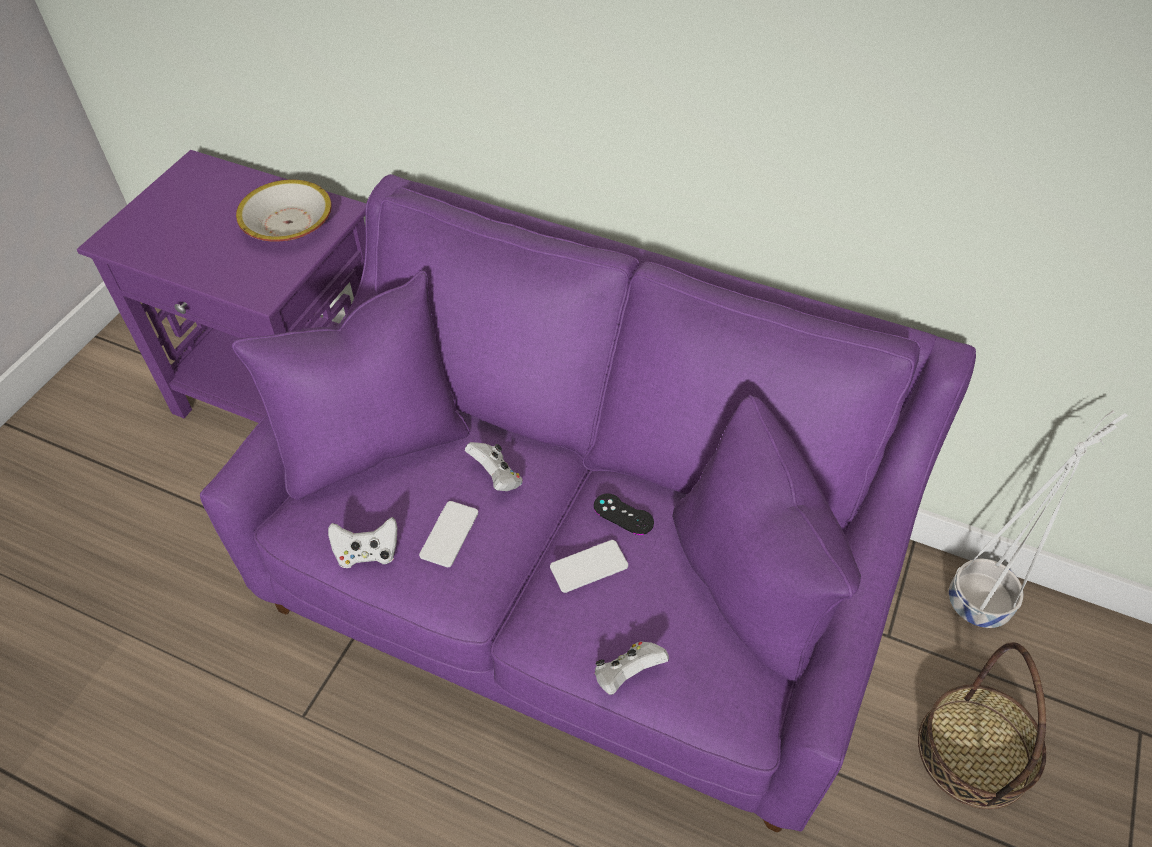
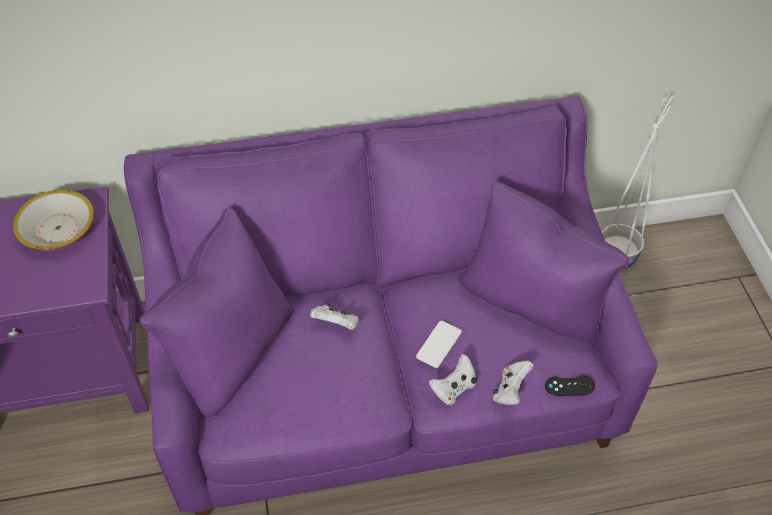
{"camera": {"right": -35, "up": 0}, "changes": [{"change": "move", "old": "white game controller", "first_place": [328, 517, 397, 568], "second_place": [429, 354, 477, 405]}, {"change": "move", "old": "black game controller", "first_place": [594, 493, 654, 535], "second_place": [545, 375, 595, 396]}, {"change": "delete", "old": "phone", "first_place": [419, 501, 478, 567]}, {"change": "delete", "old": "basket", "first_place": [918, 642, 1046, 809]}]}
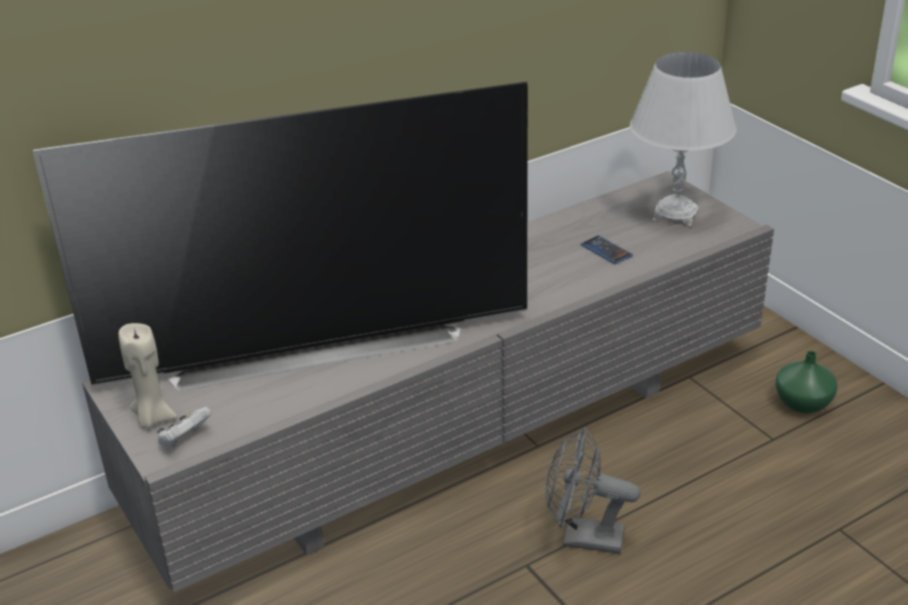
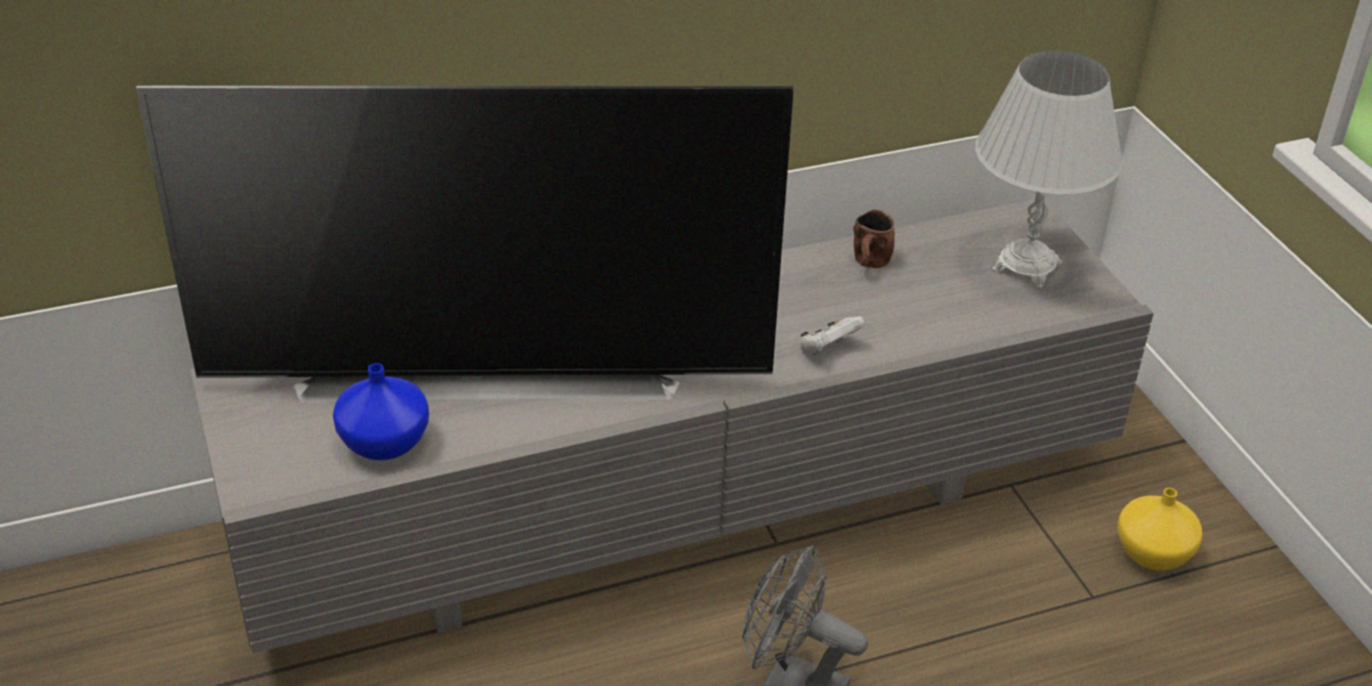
{"camera": {"right": 10, "up": 5}, "changes": [{"change": "insert", "new": "blue vase", "second_place": [333, 363, 429, 460]}, {"change": "move", "old": "white game controller", "first_place": [157, 407, 212, 447], "second_place": [800, 316, 865, 356]}, {"change": "insert", "new": "brown mug", "second_place": [853, 209, 895, 268]}, {"change": "recolor", "old": "green vase", "new": "yellow vase", "first_place": [775, 351, 838, 413], "second_place": [1117, 488, 1203, 570]}, {"change": "delete", "old": "beige candle", "first_place": [119, 323, 177, 429]}, {"change": "delete", "old": "phone", "first_place": [581, 235, 633, 264]}]}
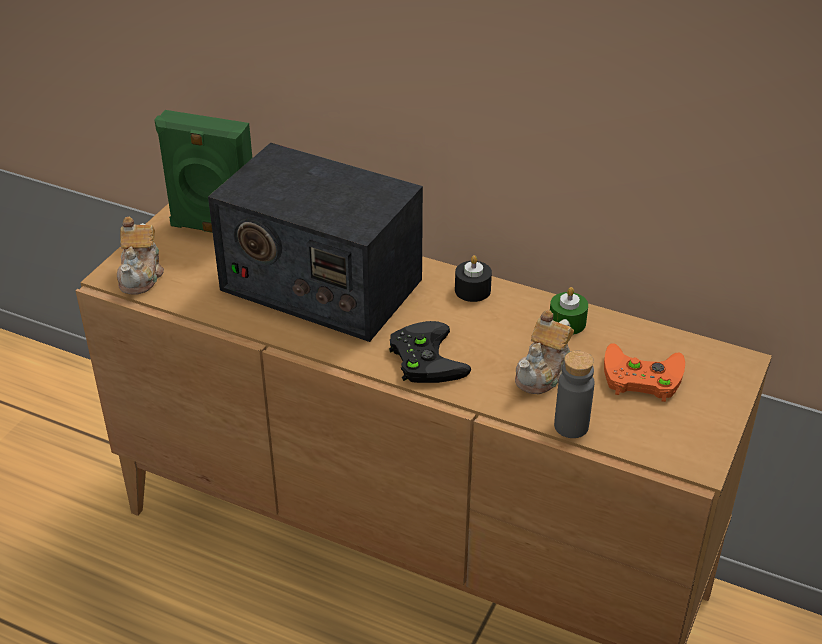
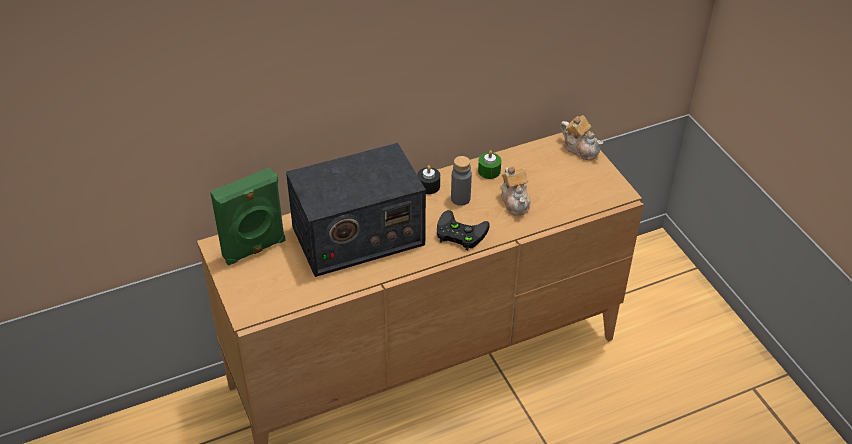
{"camera": {"right": -50, "up": 5}, "changes": [{"change": "move", "old": "grey bottle", "first_place": [554, 351, 595, 438], "second_place": [451, 156, 472, 206]}, {"change": "move", "old": "teapot", "first_place": [117, 217, 164, 295], "second_place": [560, 116, 603, 160]}, {"change": "delete", "old": "orange game controller", "first_place": [604, 343, 685, 402]}]}
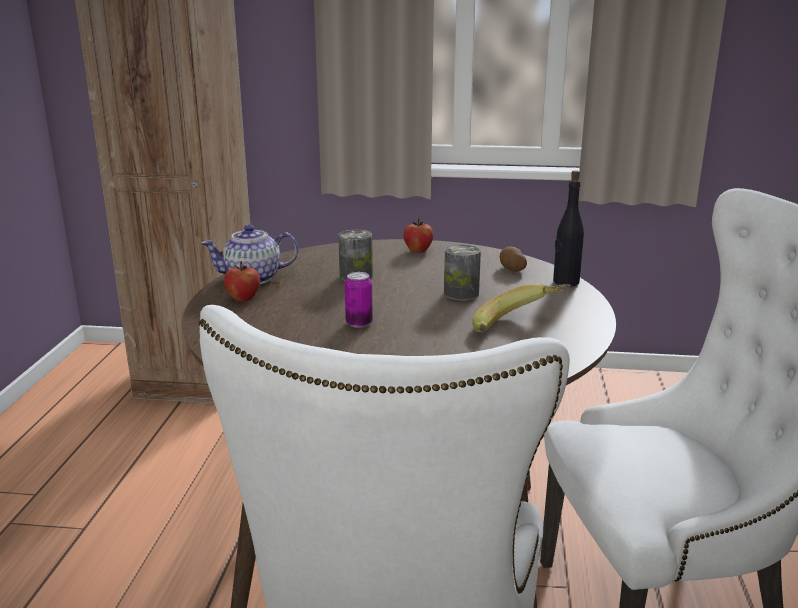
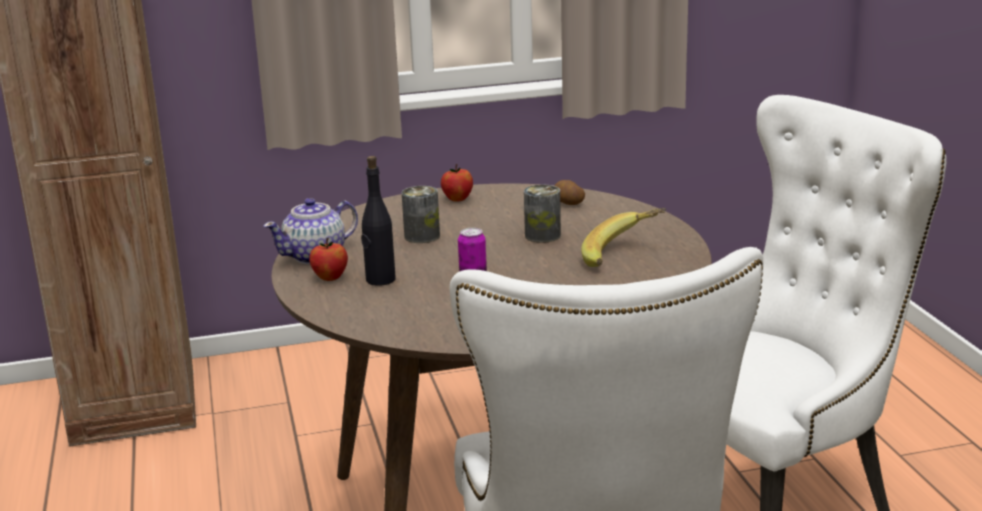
{"camera": {"right": -20, "up": 0}, "changes": [{"change": "move", "old": "black bottle", "first_place": [553, 170, 584, 286], "second_place": [361, 156, 396, 286]}]}
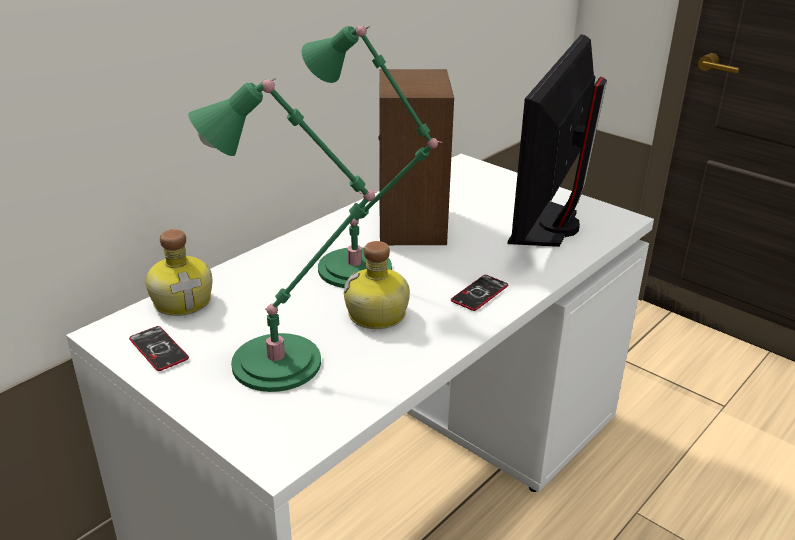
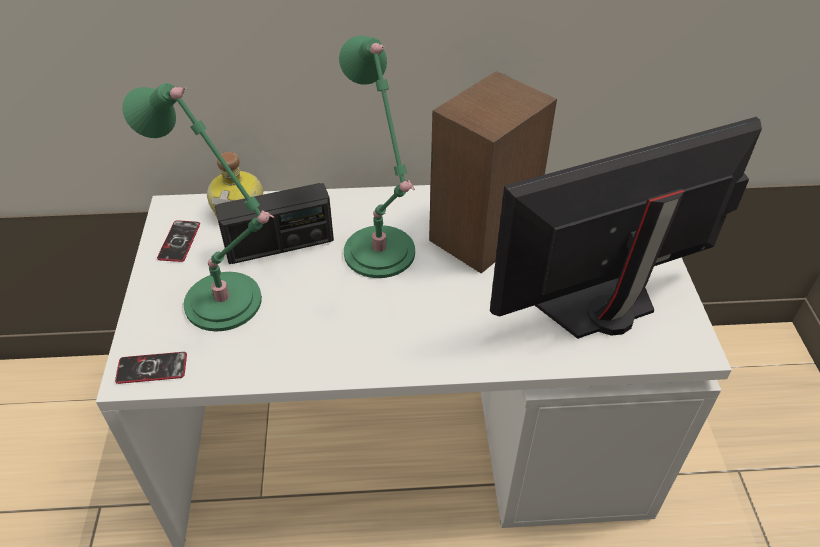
{"camera": {"right": 45, "up": 15}, "changes": [{"change": "move", "old": "phone", "first_place": [451, 275, 508, 311], "second_place": [115, 352, 187, 384]}, {"change": "insert", "new": "radio", "second_place": [215, 183, 334, 264]}, {"change": "delete", "old": "bottle", "first_place": [344, 241, 410, 329]}]}
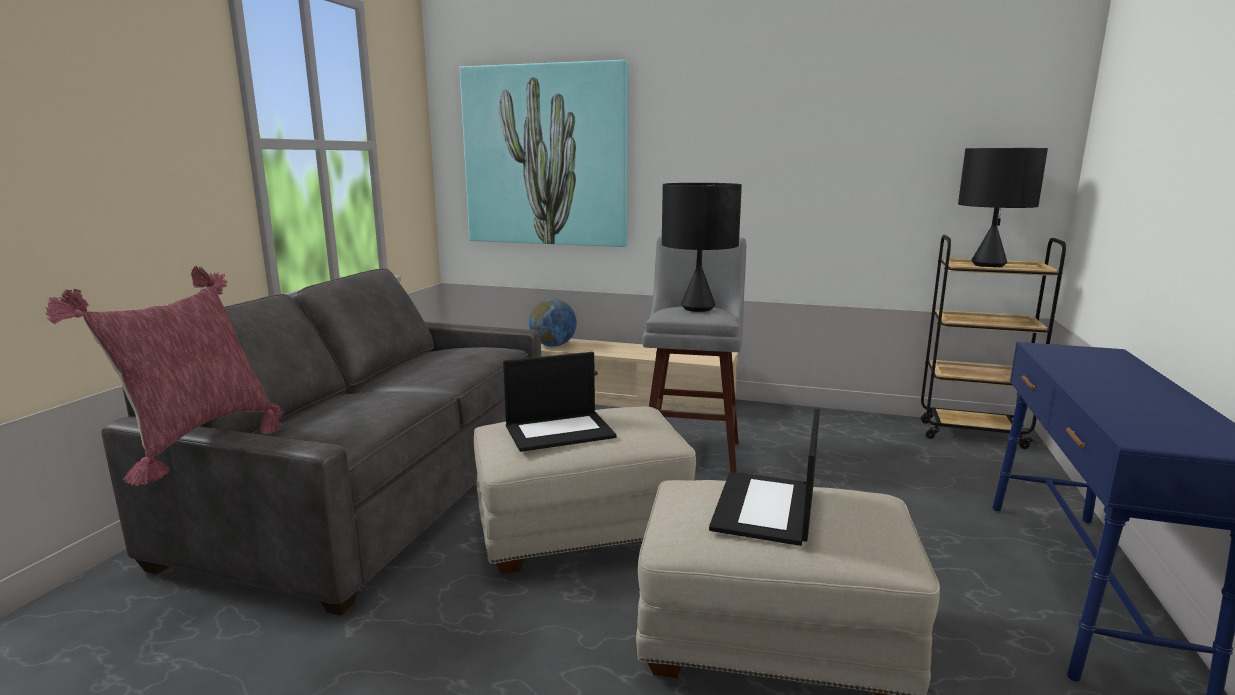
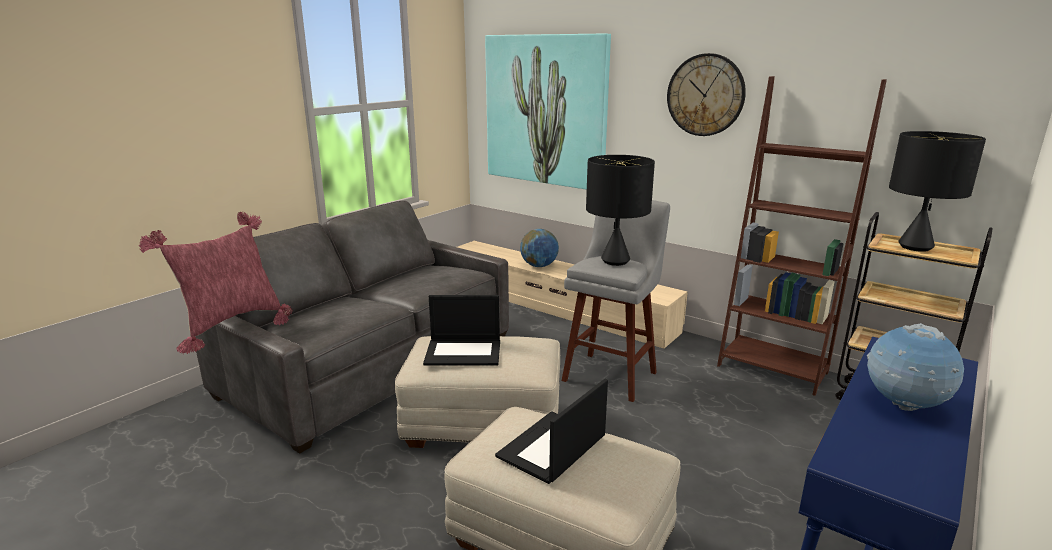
{"camera": {"right": 20, "up": 5}, "changes": [{"change": "insert", "new": "wall clock", "second_place": [667, 53, 746, 136]}, {"change": "insert", "new": "brown bookcase", "second_place": [717, 76, 887, 396]}, {"change": "insert", "new": "globe", "second_place": [867, 323, 964, 411]}]}
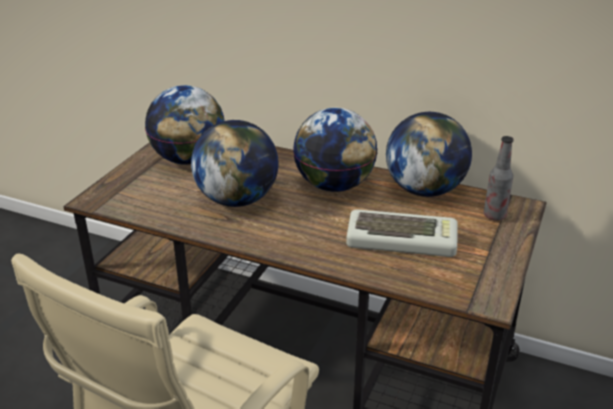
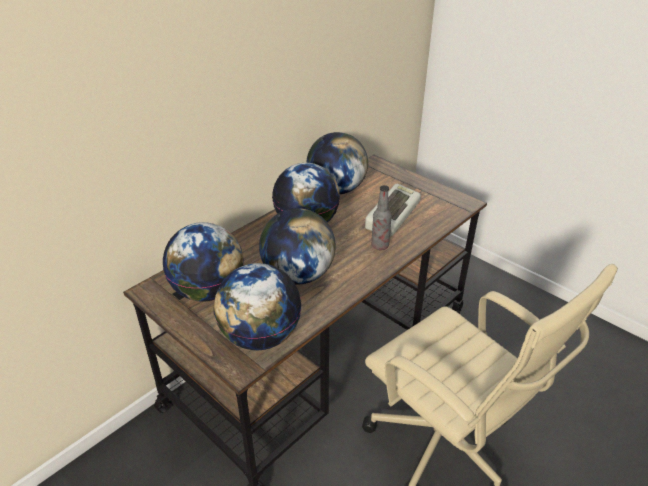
{"camera": {"right": -70, "up": 5}, "changes": [{"change": "insert", "new": "globe", "second_place": [214, 263, 302, 350]}, {"change": "move", "old": "bottle", "first_place": [484, 136, 514, 221], "second_place": [371, 185, 392, 250]}]}
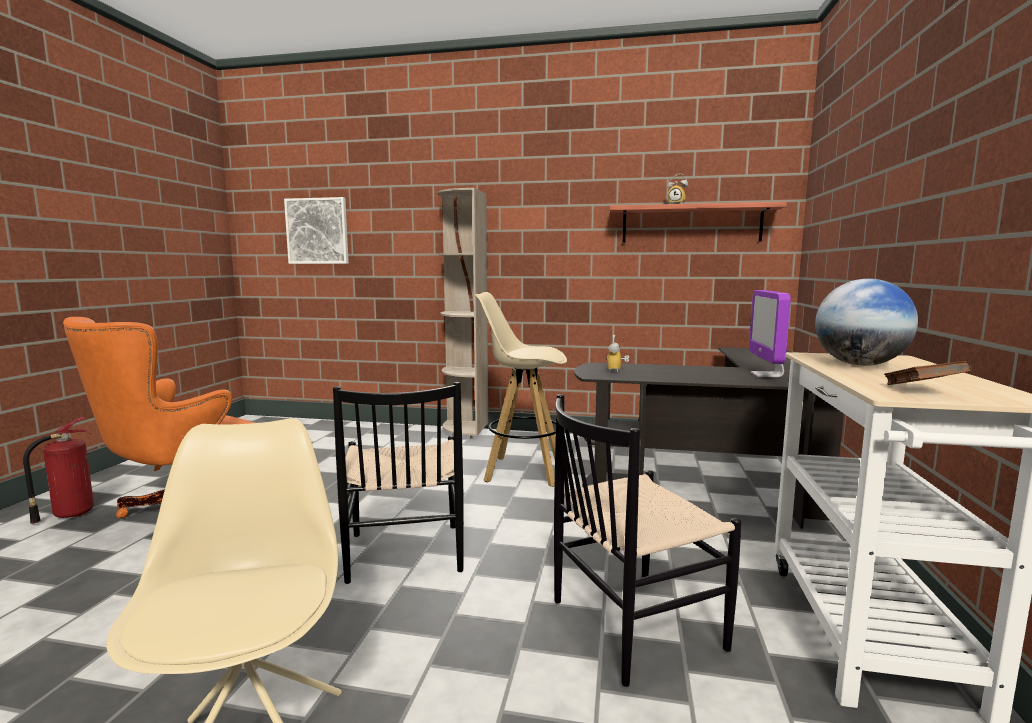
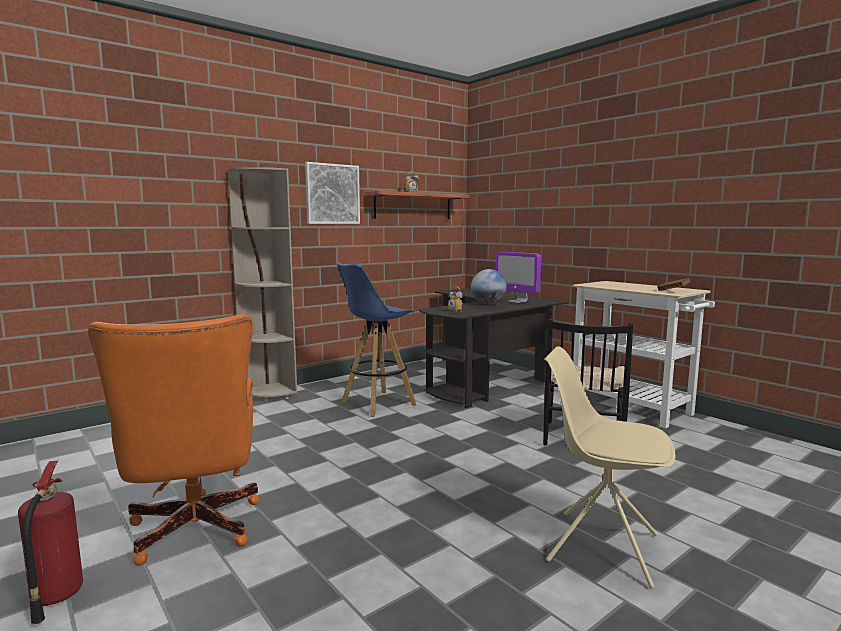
{"camera": {"right": -50, "up": 0}, "changes": [{"change": "move", "old": "picture", "first_place": [284, 197, 349, 264], "second_place": [305, 162, 360, 224]}, {"change": "recolor", "old": "beige stool", "new": "blue stool", "first_place": [475, 292, 567, 487], "second_place": [336, 262, 416, 417]}, {"change": "move", "old": "globe", "first_place": [815, 279, 918, 366], "second_place": [471, 269, 507, 305]}, {"change": "delete", "old": "black chair", "first_place": [333, 382, 464, 584]}]}
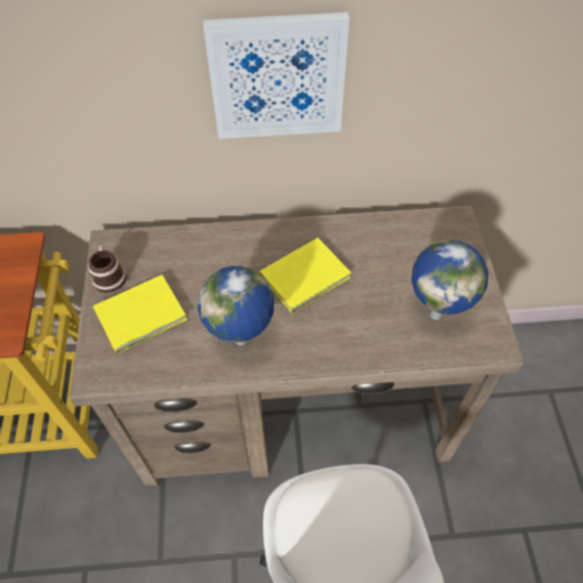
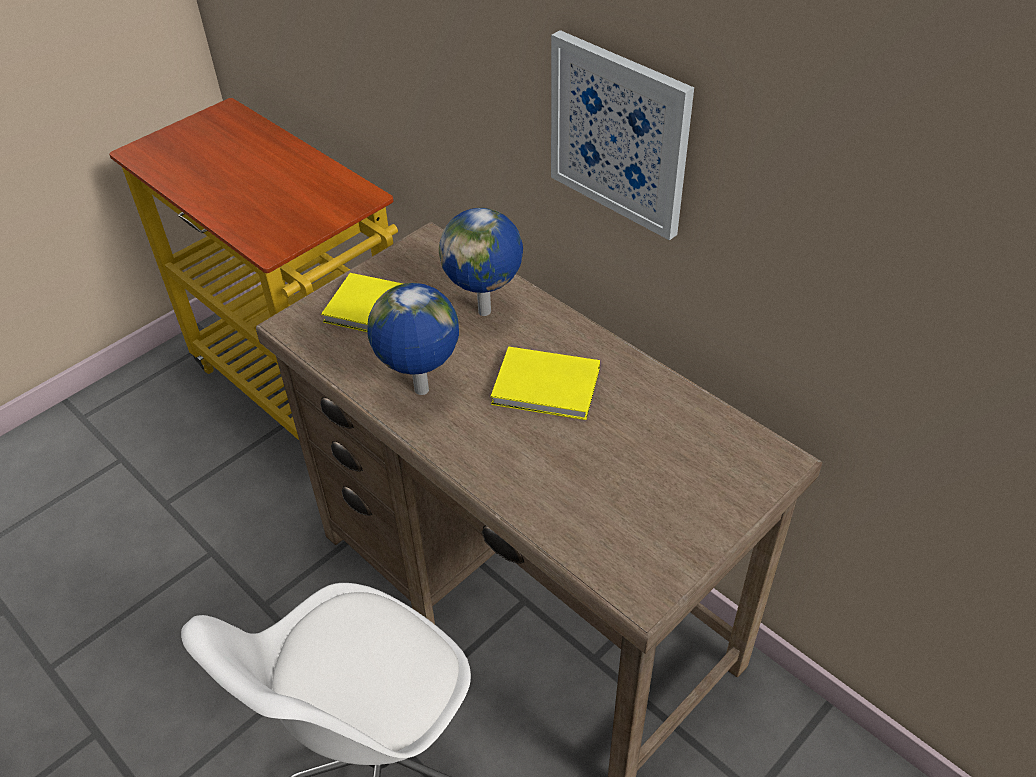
{"camera": {"right": 50, "up": -10}, "changes": [{"change": "move", "old": "globe", "first_place": [411, 240, 488, 320], "second_place": [439, 208, 523, 316]}, {"change": "delete", "old": "mug", "first_place": [88, 245, 126, 293]}]}
